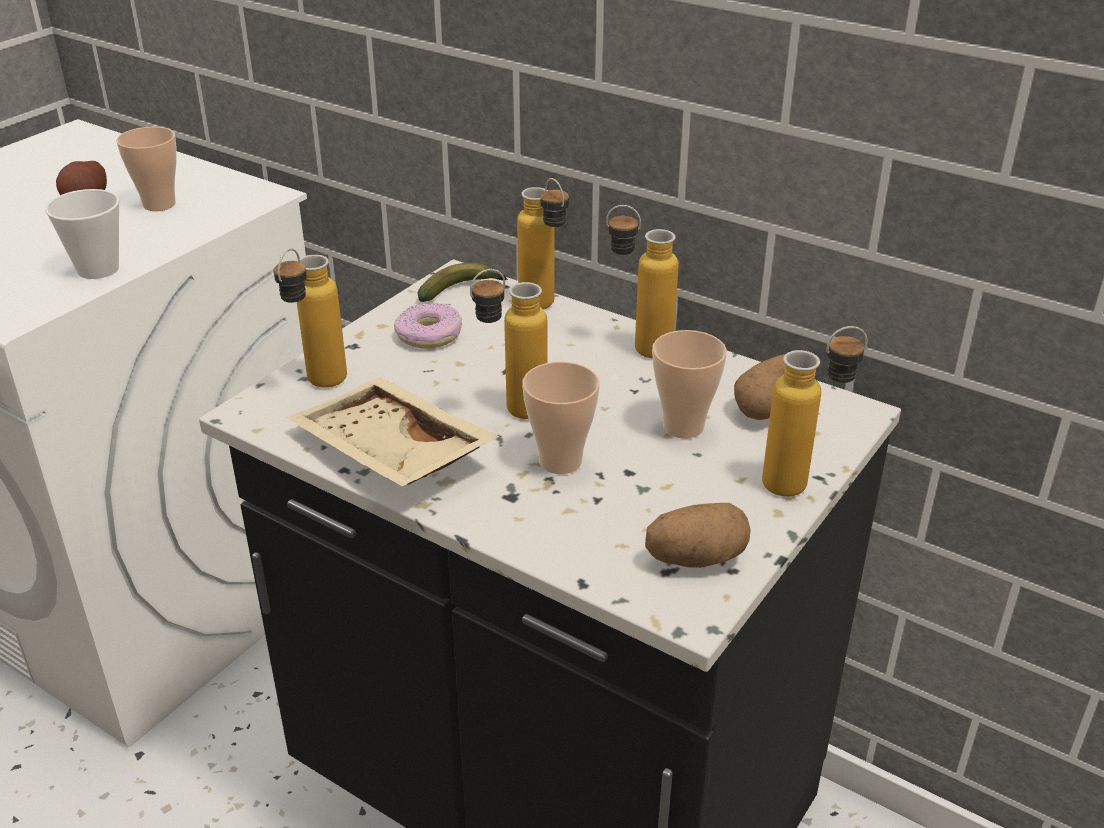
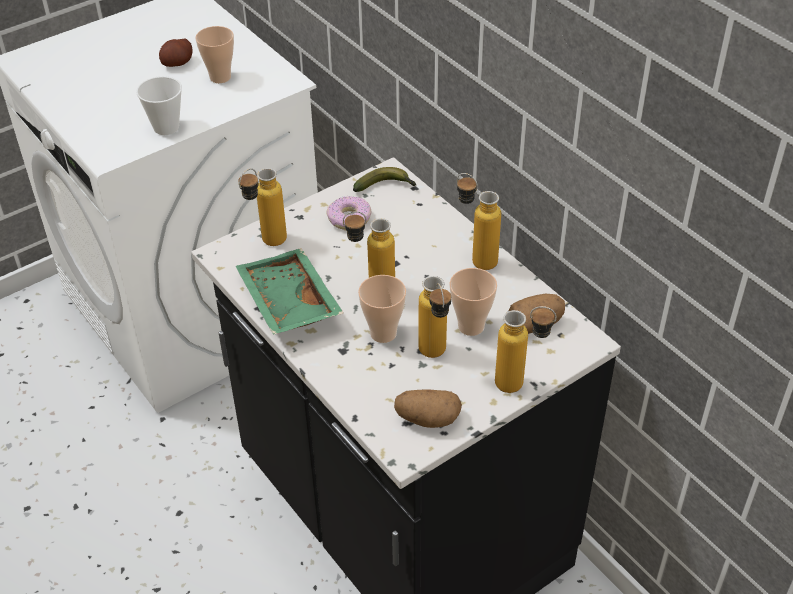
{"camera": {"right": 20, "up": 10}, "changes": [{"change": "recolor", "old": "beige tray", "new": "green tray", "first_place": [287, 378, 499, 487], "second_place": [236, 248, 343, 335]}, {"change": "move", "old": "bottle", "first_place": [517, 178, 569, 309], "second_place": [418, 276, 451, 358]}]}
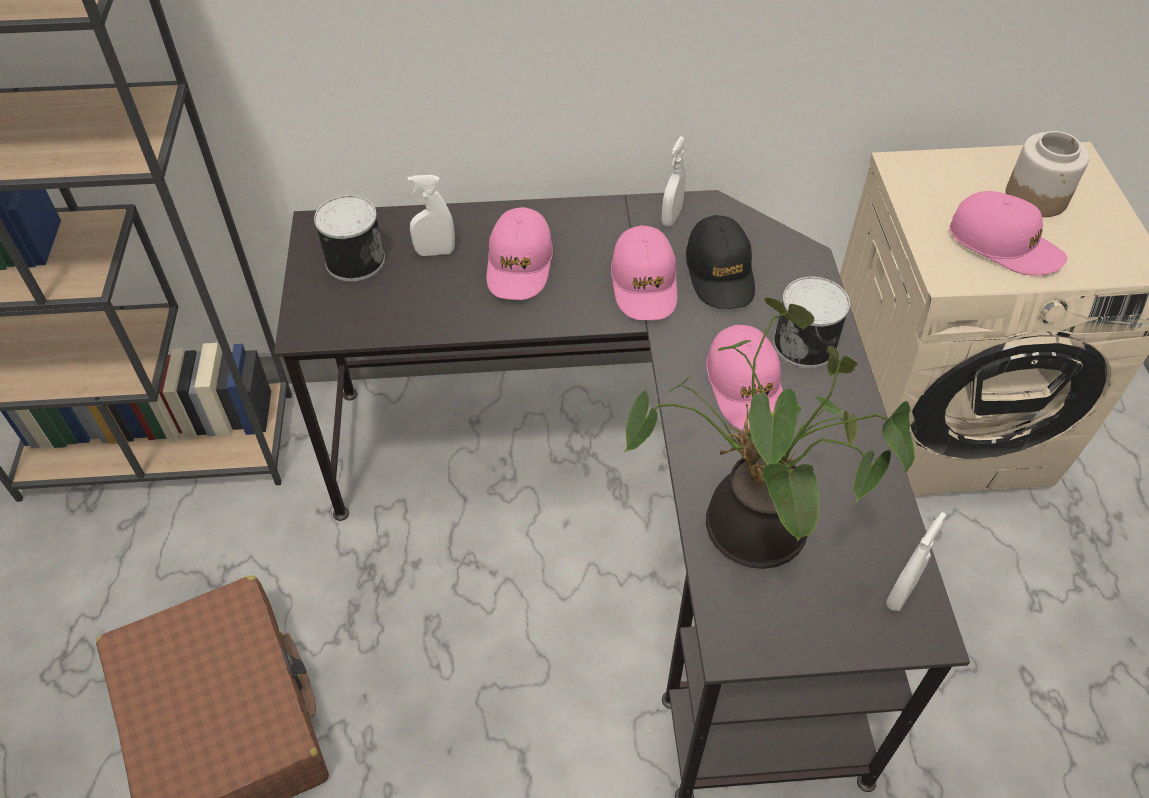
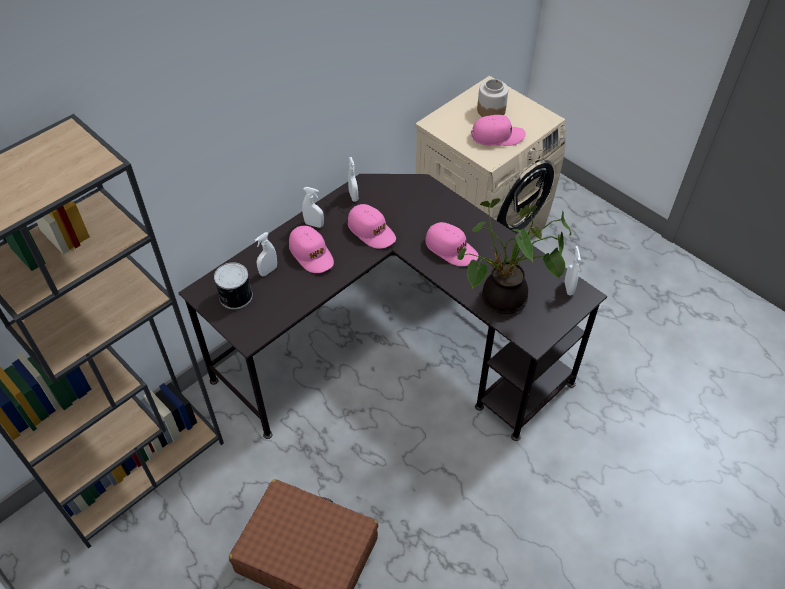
{"camera": {"right": -40, "up": 0}, "changes": [{"change": "insert", "new": "white spray bottle", "second_place": [302, 187, 324, 228]}, {"change": "delete", "old": "black cap", "first_place": [686, 215, 755, 309]}, {"change": "delete", "old": "can", "first_place": [773, 276, 850, 368]}]}
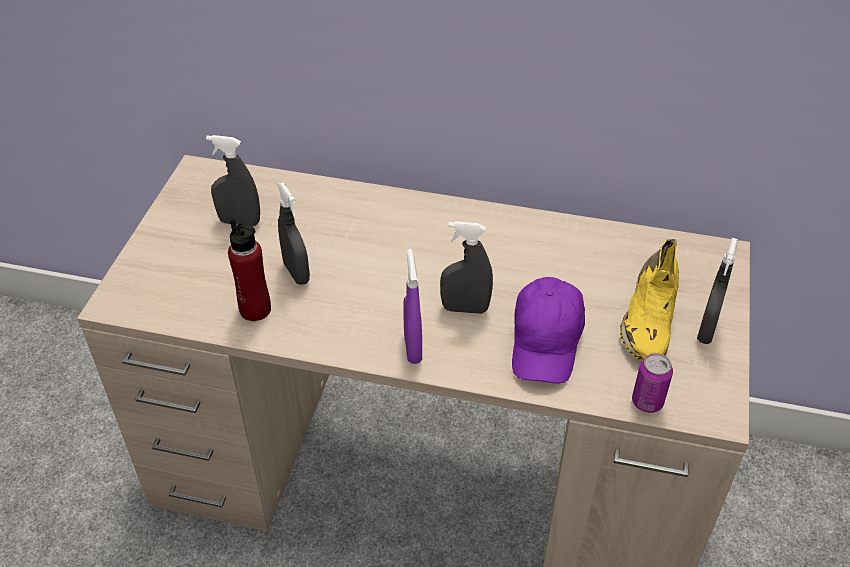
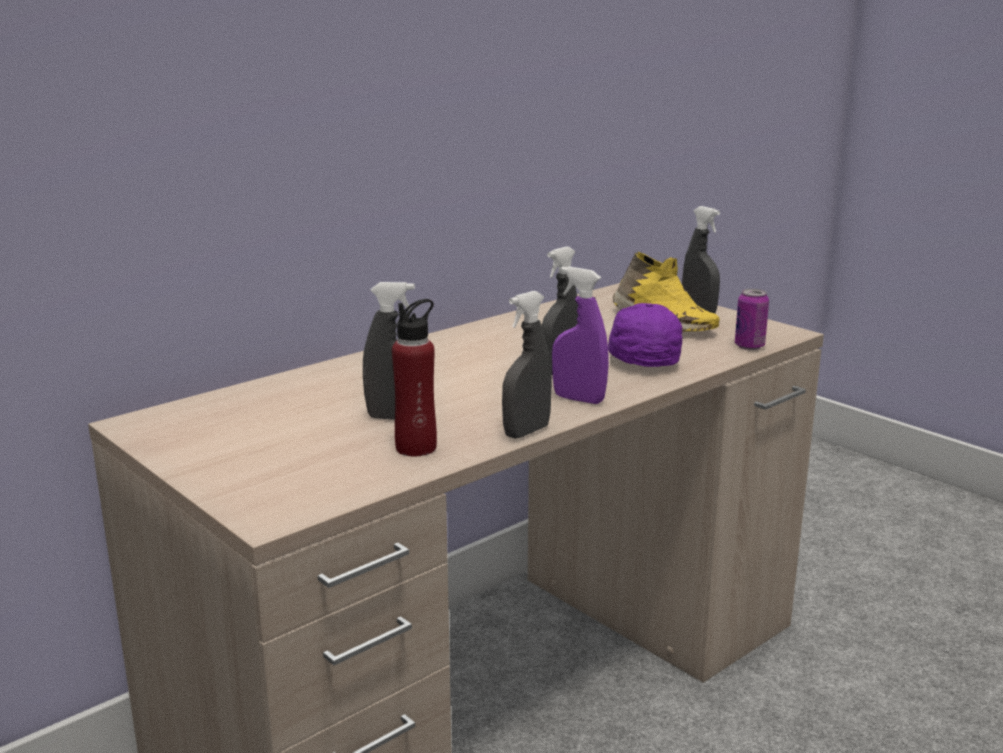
{"camera": {"right": -55, "up": -25}, "changes": [{"change": "move", "old": "grey spray bottle", "first_place": [206, 135, 260, 226], "second_place": [502, 291, 552, 439]}, {"change": "rotate", "old": "purple cap", "first_place": [512, 277, 585, 383], "second_place": [608, 303, 682, 367], "degrees": -135}]}
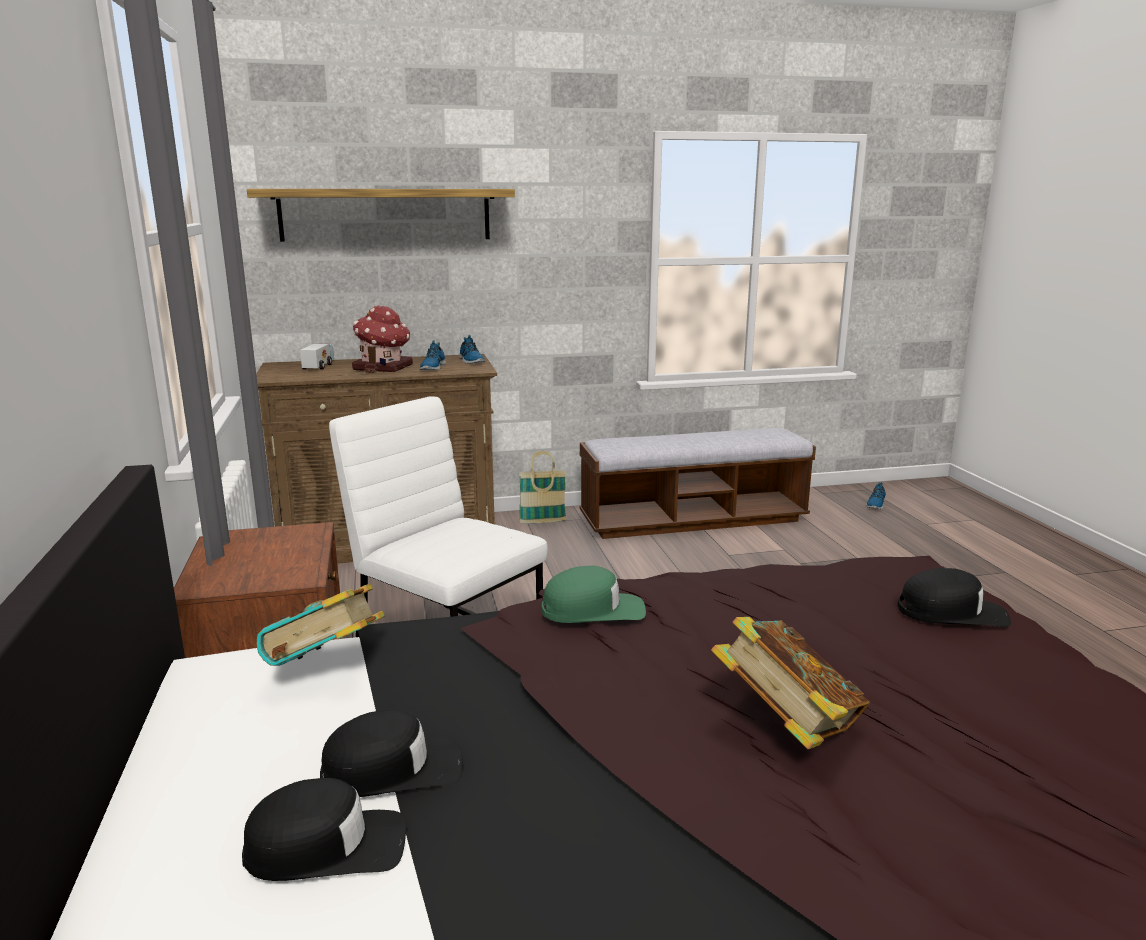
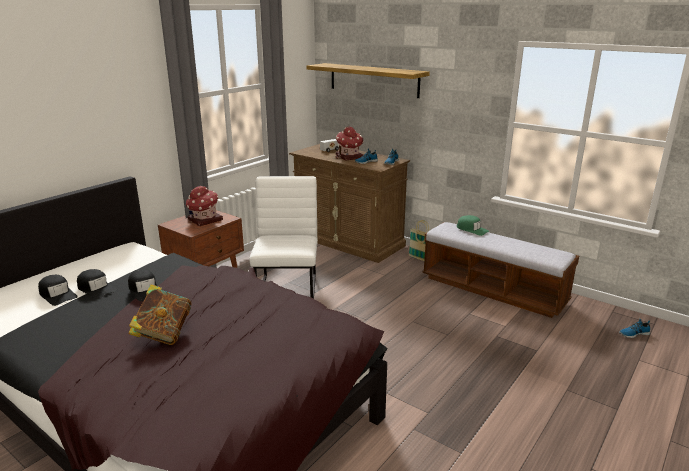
{"camera": {"right": 50, "up": 5}, "changes": [{"change": "move", "old": "black cap", "first_place": [897, 568, 1011, 627], "second_place": [128, 269, 158, 301]}, {"change": "insert", "new": "toy house", "second_place": [186, 186, 223, 226]}, {"change": "move", "old": "green cap", "first_place": [541, 566, 646, 623], "second_place": [457, 215, 489, 236]}, {"change": "delete", "old": "book", "first_place": [256, 584, 385, 666]}]}
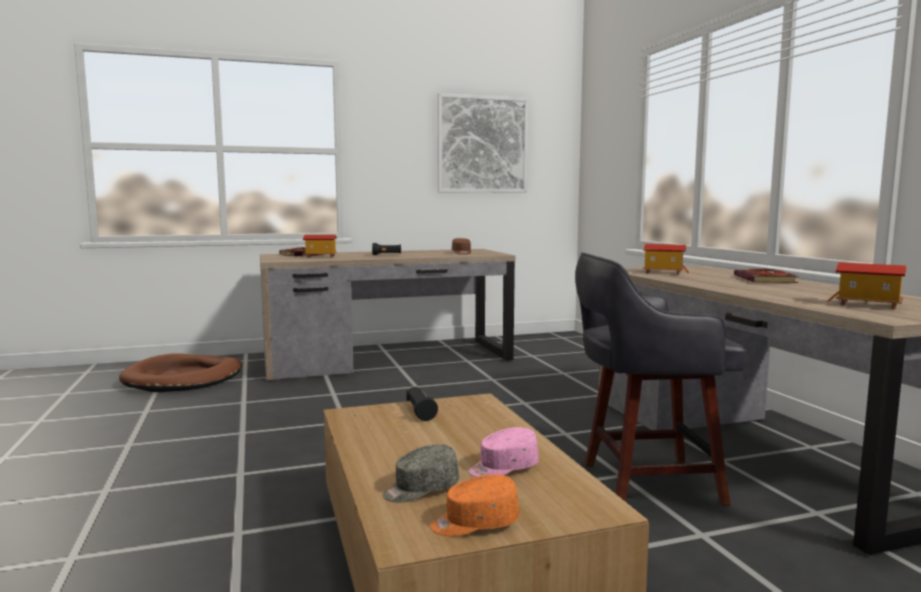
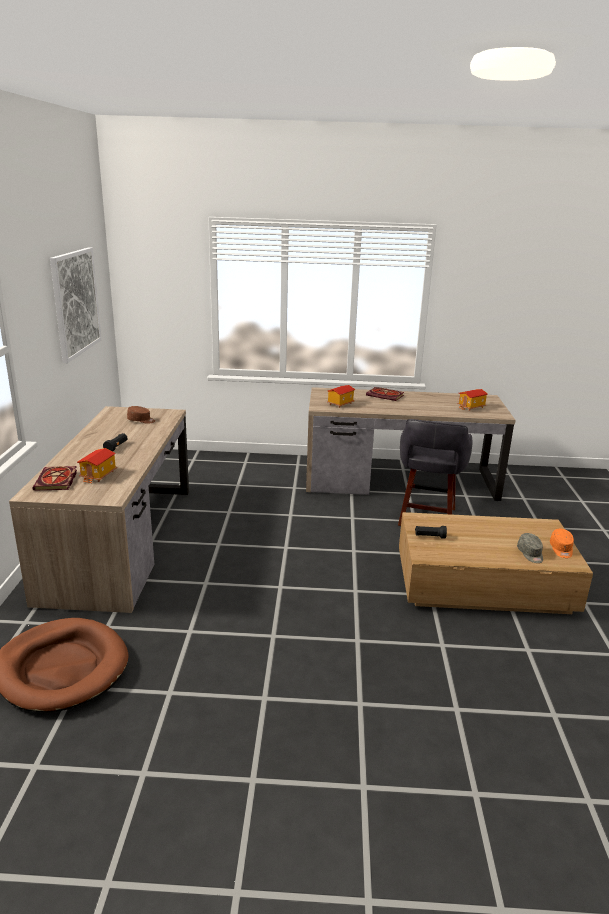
{"camera": {"right": -70, "up": 15}, "changes": [{"change": "delete", "old": "pink cap", "first_place": [469, 427, 539, 477]}]}
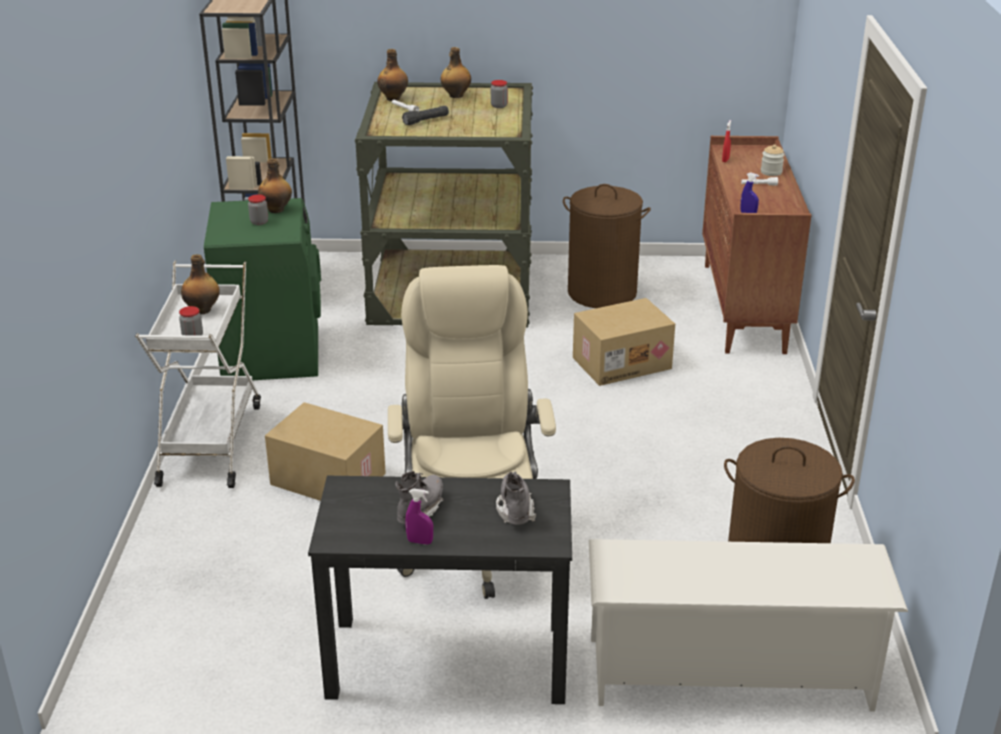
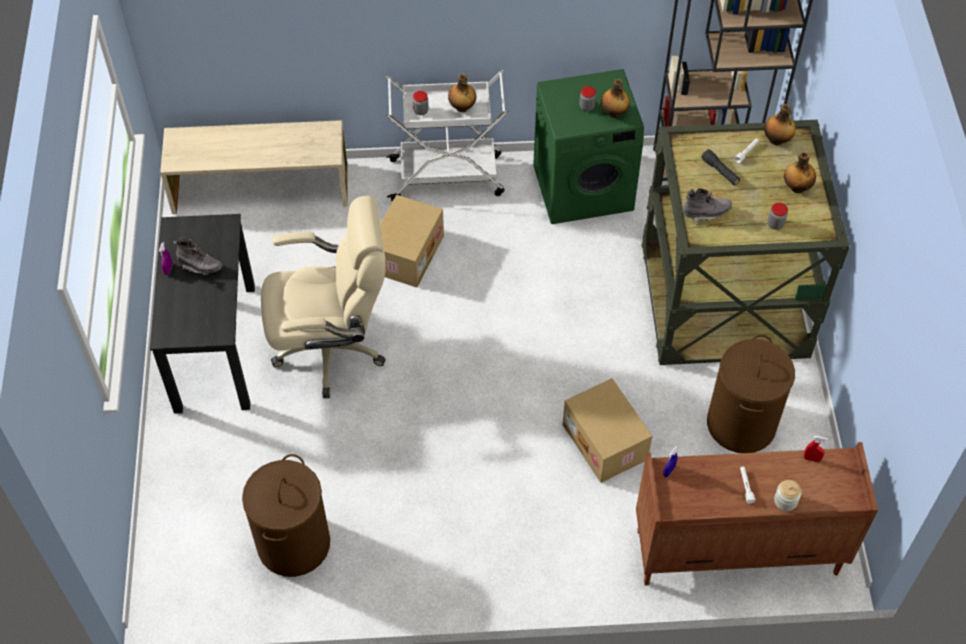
{"camera": {"right": 85, "up": 25}, "changes": [{"change": "insert", "new": "beige bench", "second_place": [160, 120, 348, 214]}, {"change": "move", "old": "grey boot", "first_place": [496, 472, 536, 525], "second_place": [683, 188, 732, 223]}, {"change": "delete", "old": "white shoe rack", "first_place": [589, 539, 908, 712]}]}
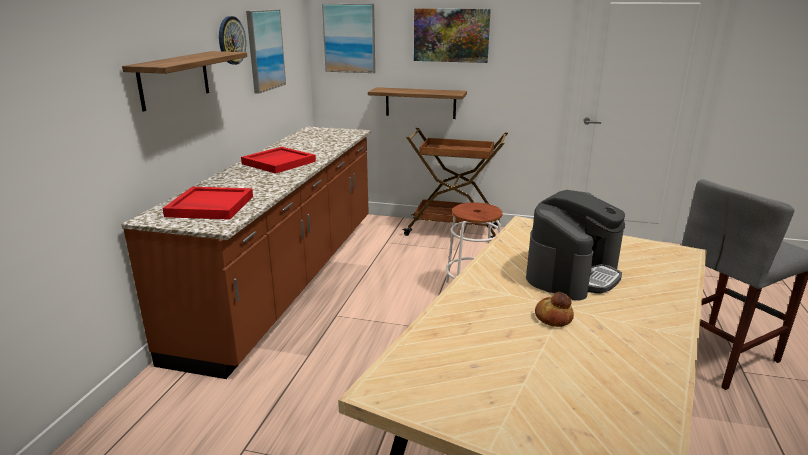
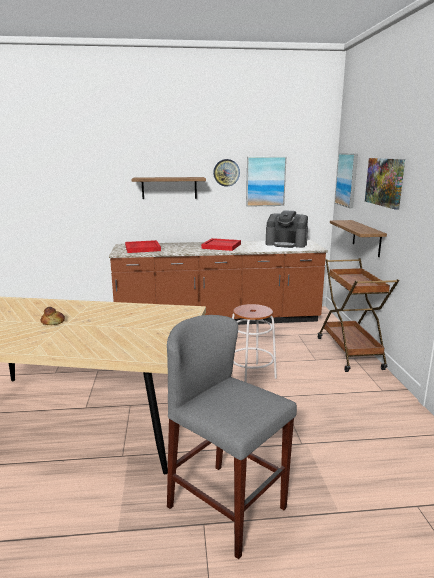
{"camera": {"right": 70, "up": -5}, "changes": [{"change": "move", "old": "coffee machine", "first_place": [526, 190, 625, 300], "second_place": [266, 210, 308, 248]}]}
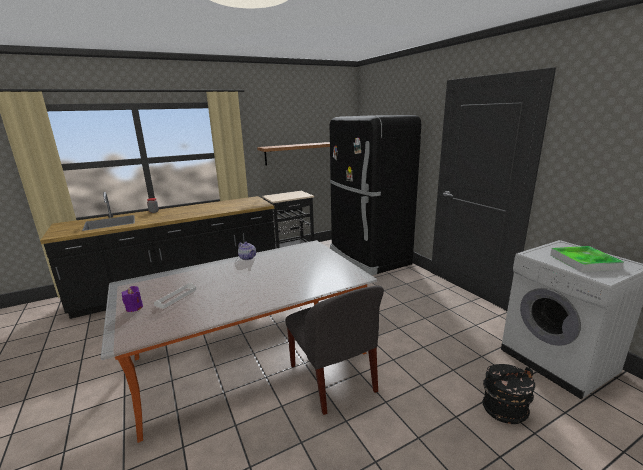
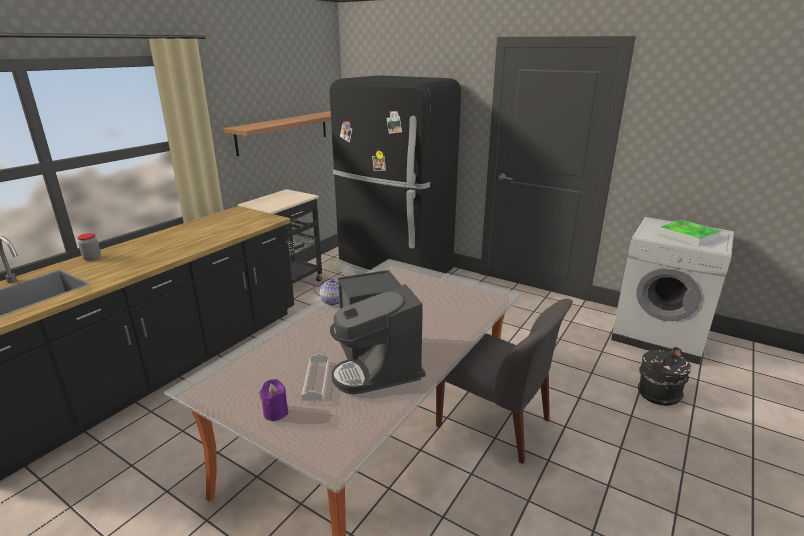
{"camera": {"right": -30, "up": 5}, "changes": [{"change": "insert", "new": "coffee machine", "second_place": [330, 270, 425, 394]}]}
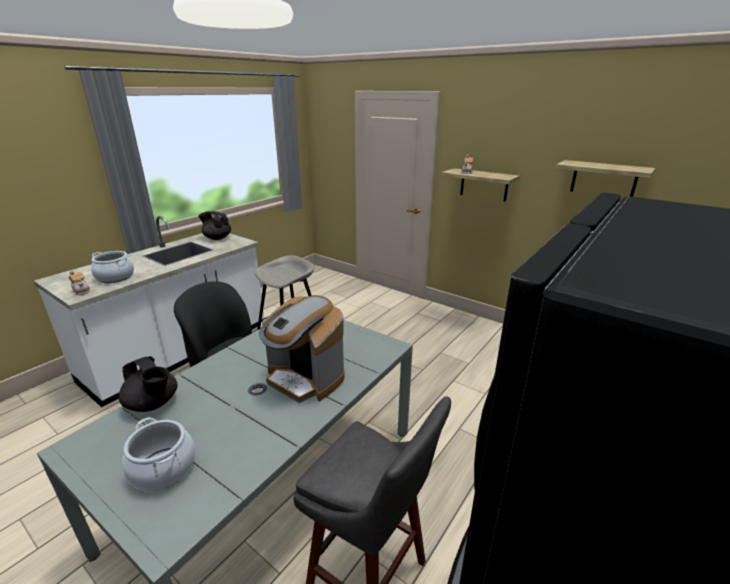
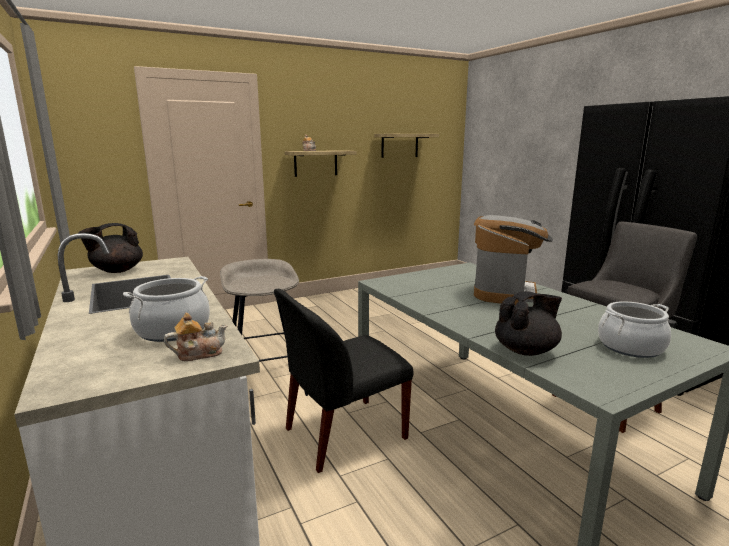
{"camera": {"right": -65, "up": -10}, "changes": [{"change": "rotate", "old": "coffee machine", "first_place": [259, 295, 345, 403], "second_place": [474, 215, 553, 305], "degrees": -45}]}
